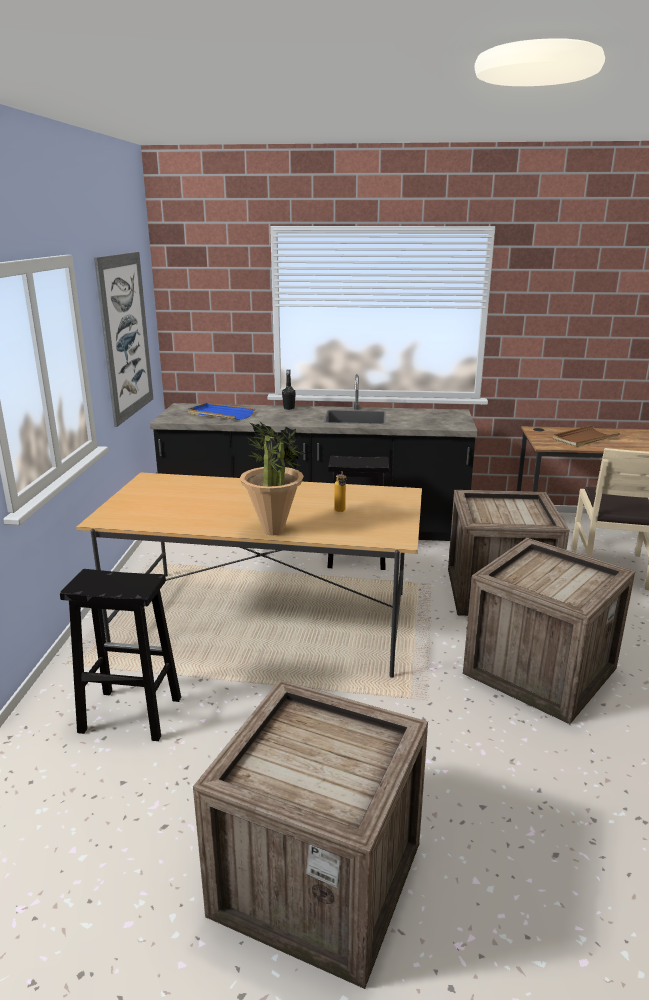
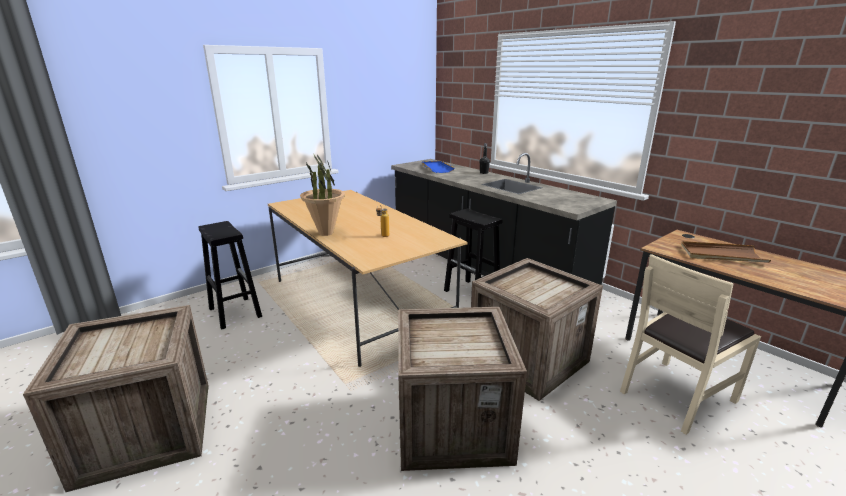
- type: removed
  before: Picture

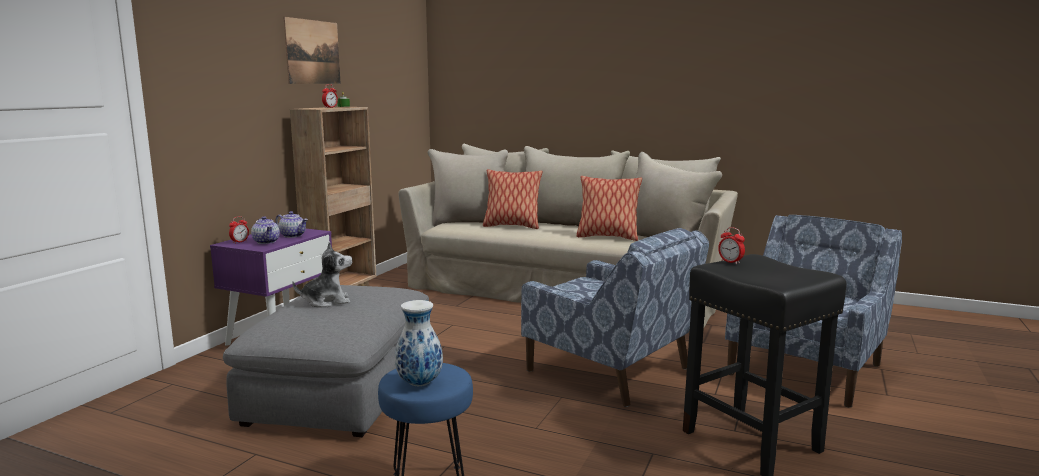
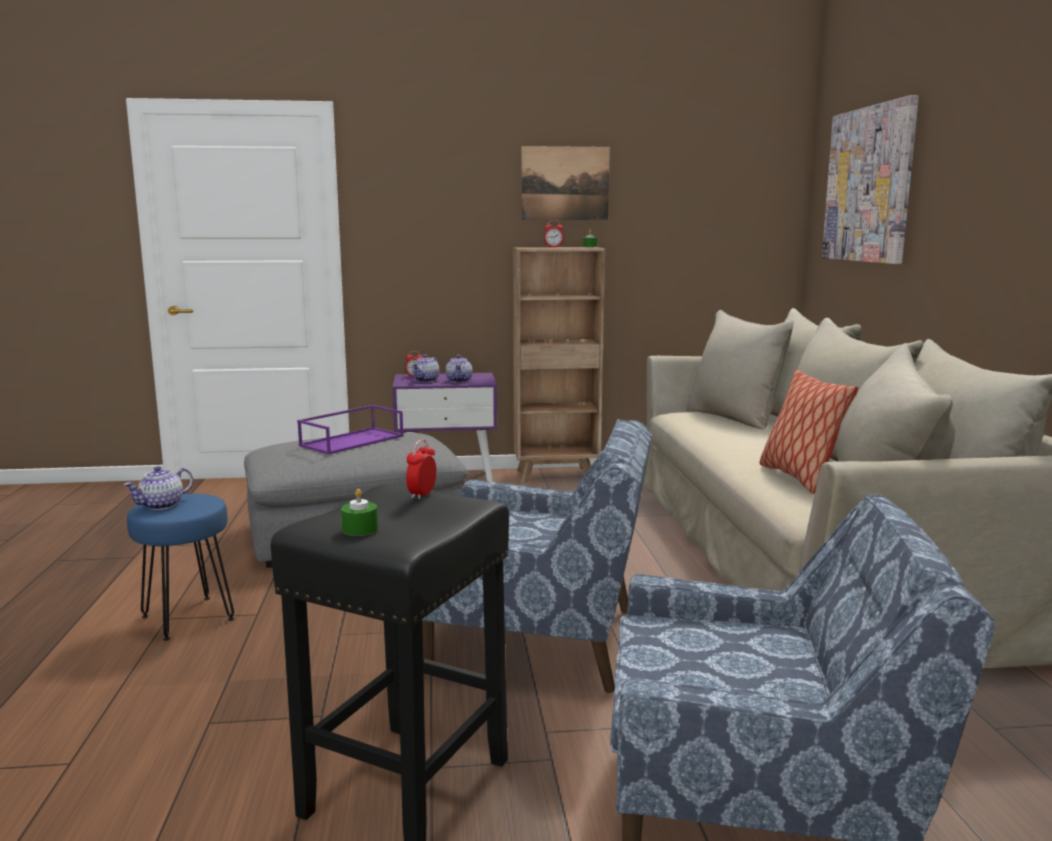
- type: replaced
  before: Vase
  after: Teapot (1st from left)
- type: replaced
  before: PlushToy
  after: PurpleTray
- type: added
  after: GreenCandle (1st from left)
- type: turned
  before: BlueArmchair (1st from left)
  turn: -90
- type: added
  after: Picture (2nd from left)
- type: removed
  before: Pillow (1st from left)

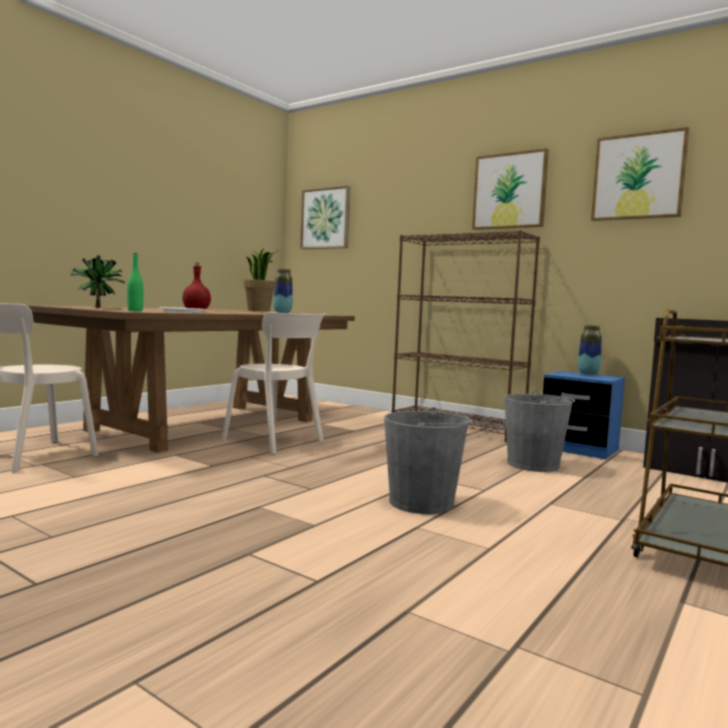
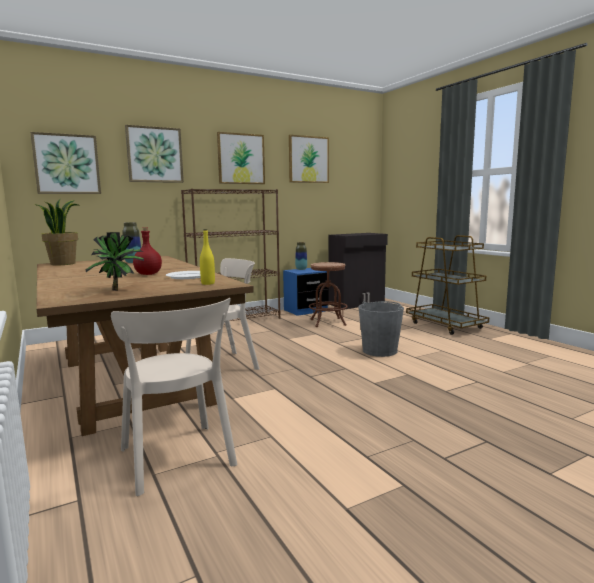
- type: added
  after: Picture (2nd from left)
- type: recoloured
  before: GreenBottle
  after: YellowBottle
- type: replaced
  before: GreyBucket (2nd from left)
  after: BrownStool

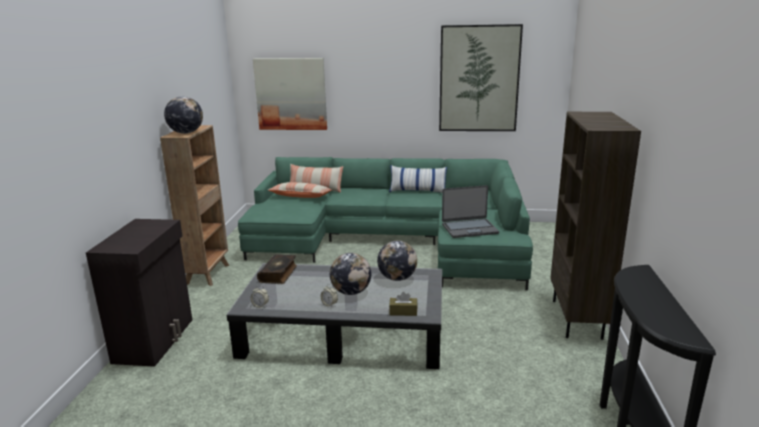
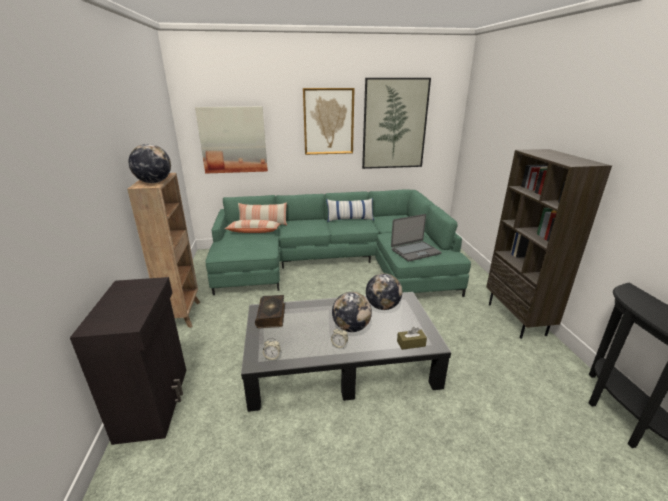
- type: added
  after: Picture (2nd from left)

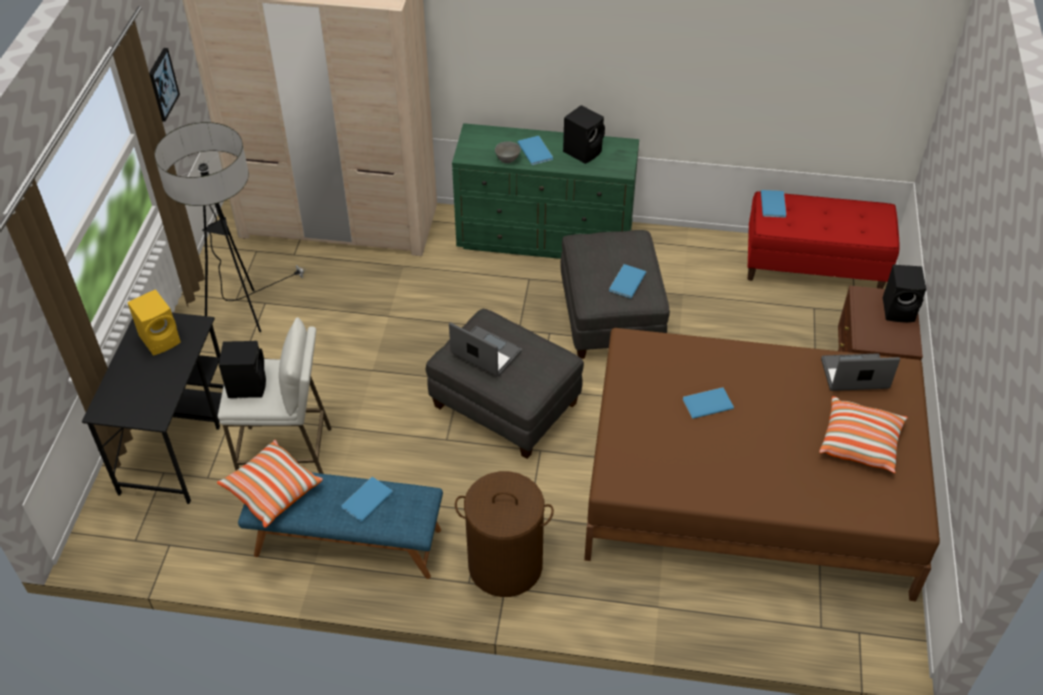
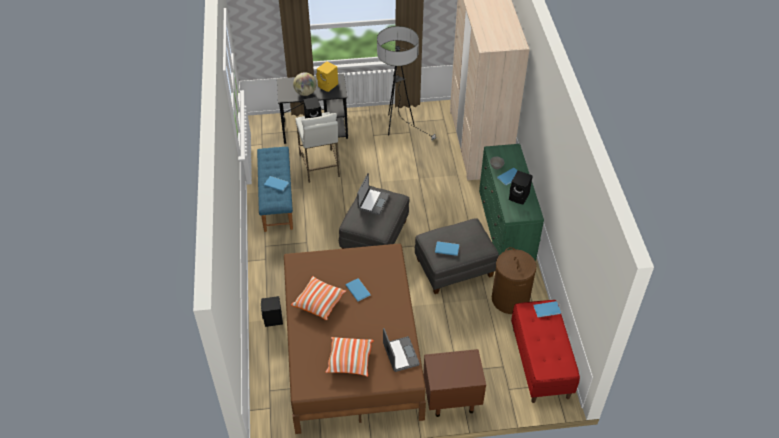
- type: moved
  before: BlackSpeaker (3rd from left in the first image)
  after: BlackSpeaker (1st from left)
- type: moved
  before: Pillow (1st from left)
- type: added
  after: Globe
- type: moved
  before: BrownLaundryBasket
- type: removed
  before: Picture

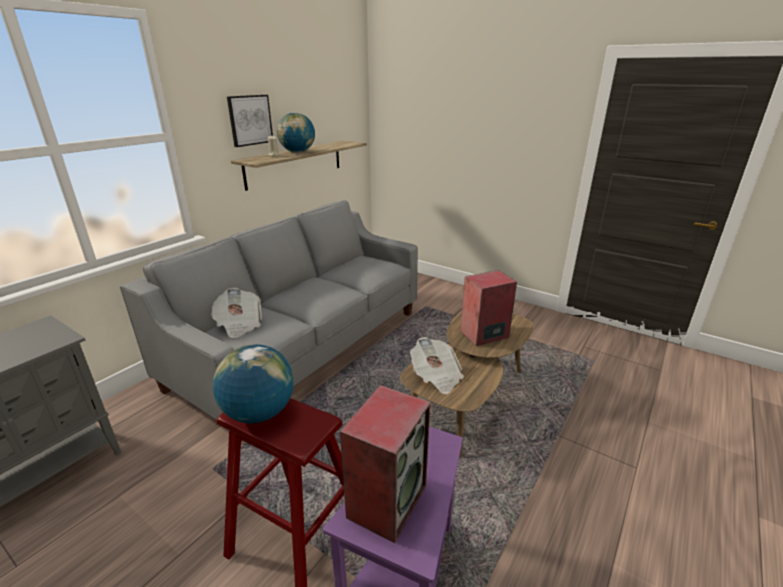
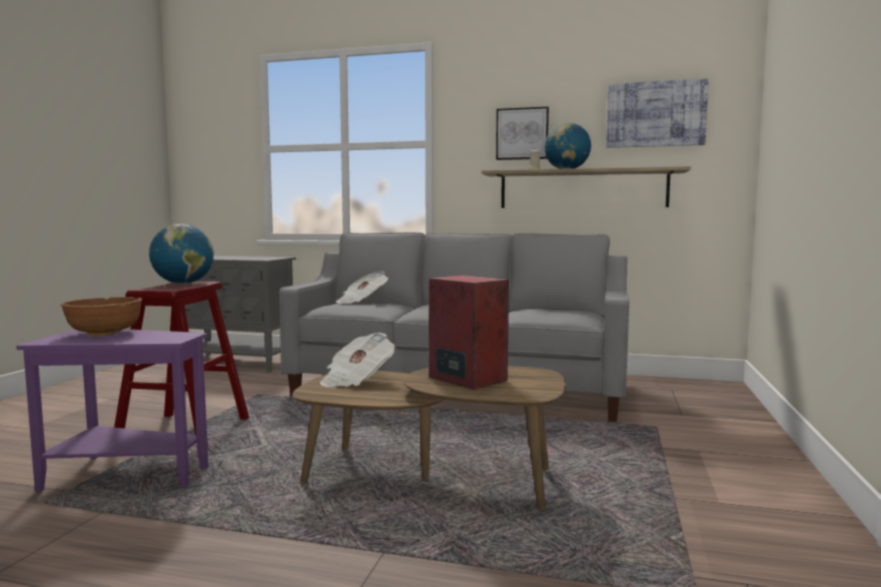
- type: replaced
  before: Speaker (1st from left)
  after: BrownBowl
- type: added
  after: Picture (2nd from left)

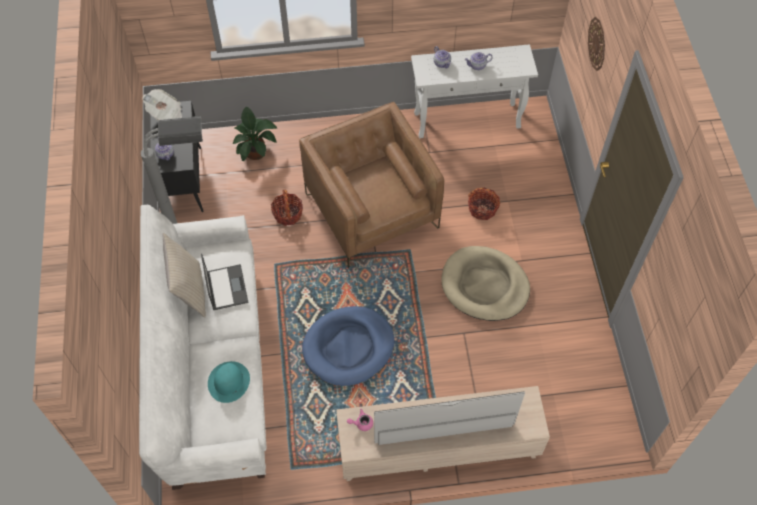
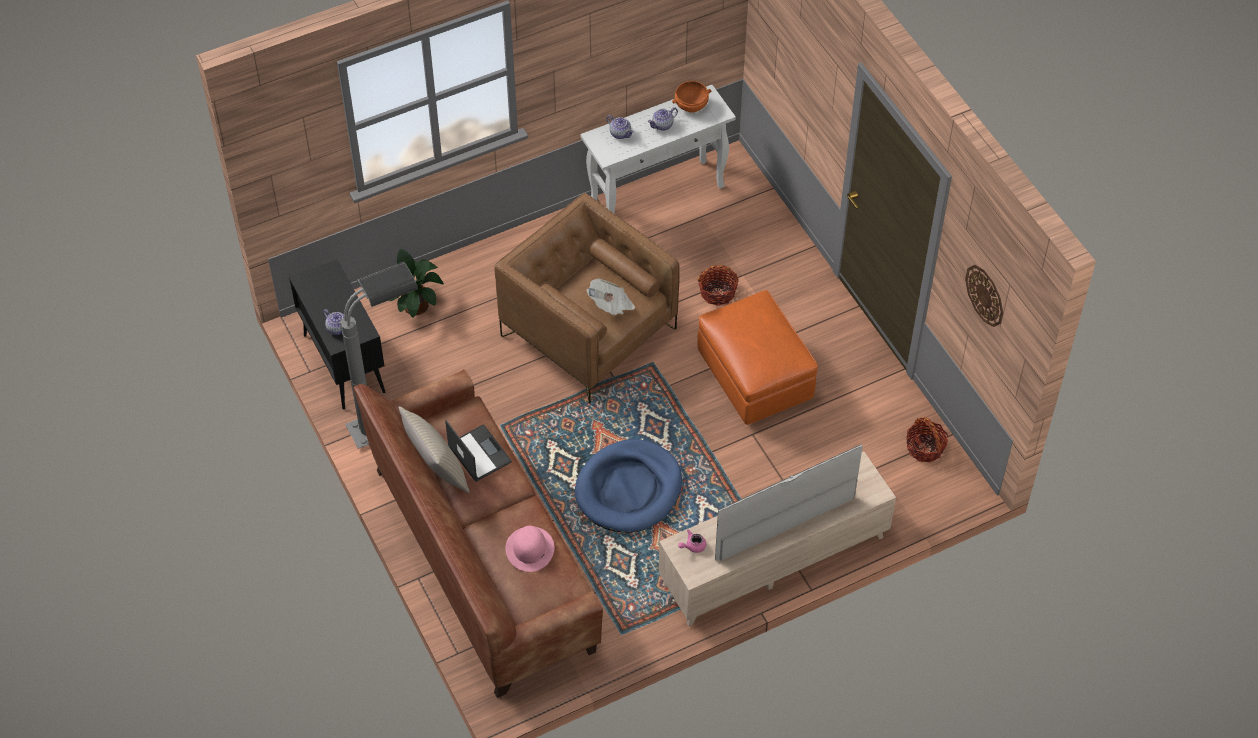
- type: recoloured
  before: WhiteSofa
  after: BrownSofa
- type: recoloured
  before: TurquoiseHat
  after: PinkHat
- type: moved
  before: Newspaper
- type: added
  after: OrangeBowl
- type: replaced
  before: BeigeDogBed
  after: OrangeOttoman
- type: moved
  before: Basket (1st from left in the first image)
  after: Basket (2nd from left)
- type: moved
  before: WallClock

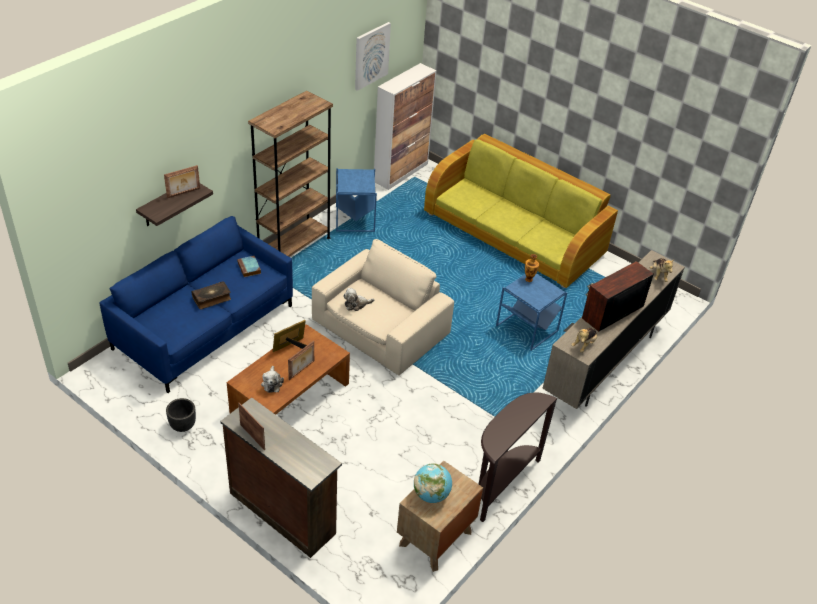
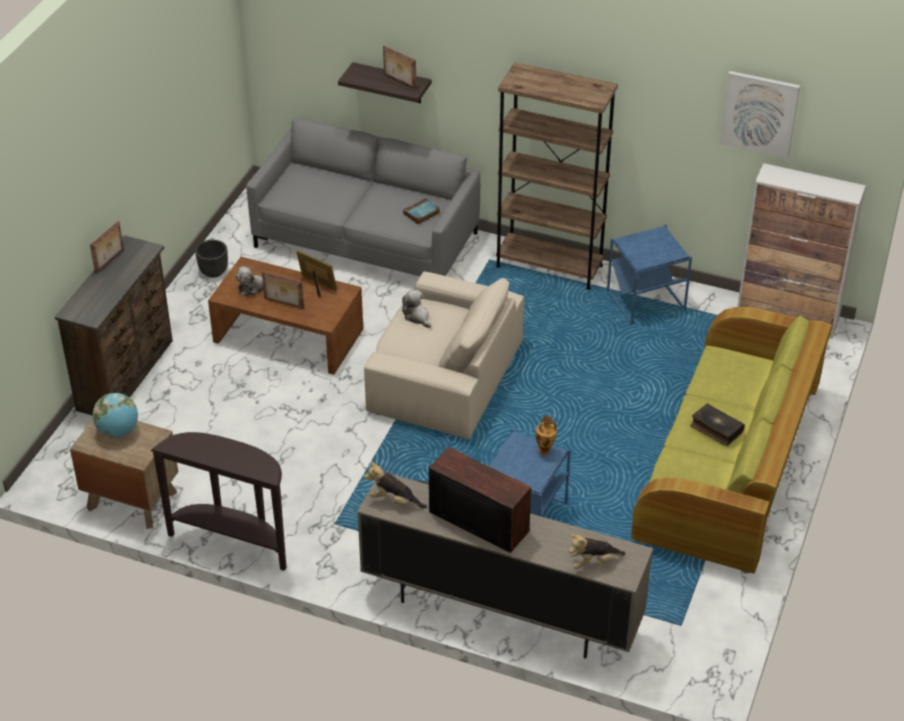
- type: recoloured
  before: BlueSofa
  after: GreySofa
- type: moved
  before: Book (1st from left in the first image)
  after: Book (2nd from left)

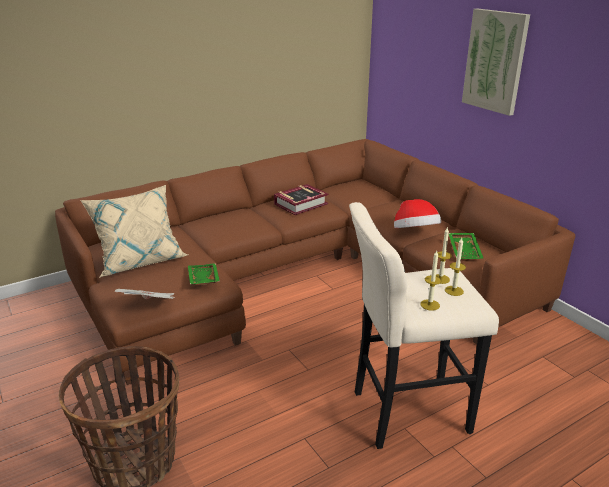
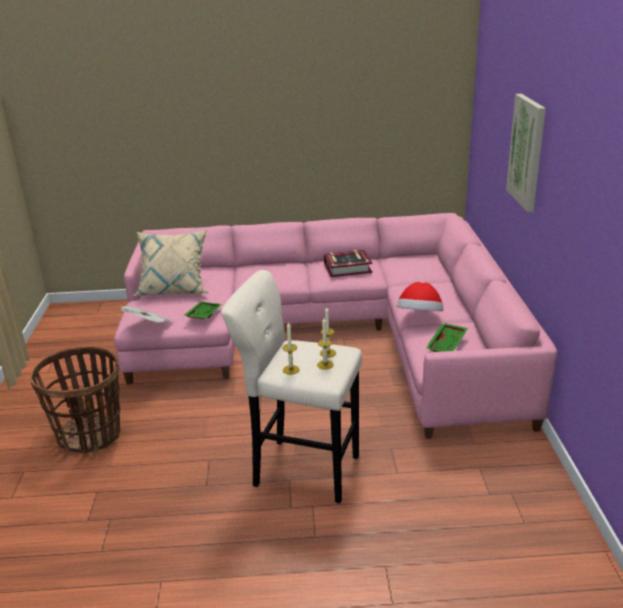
- type: recoloured
  before: BrownSofa
  after: PinkSofa

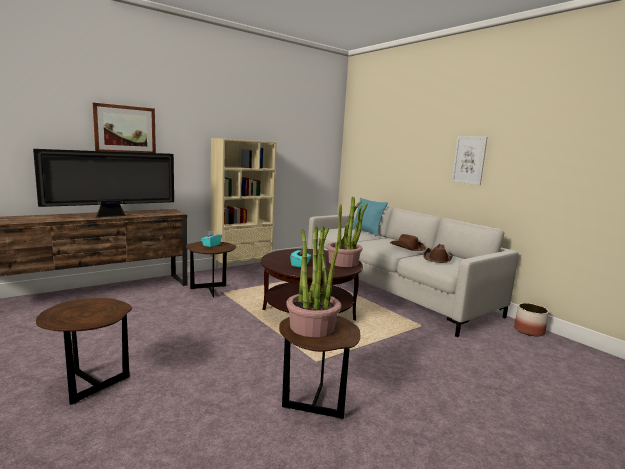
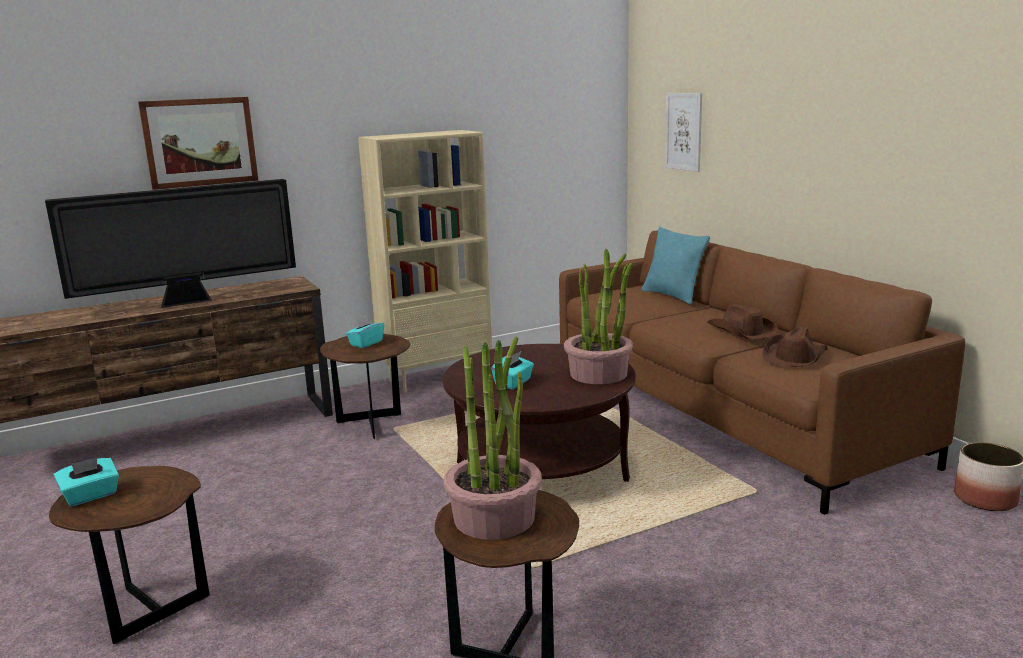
- type: added
  after: TurquoiseTissueBox (1st from left)
- type: recoloured
  before: GreySofa
  after: BrownSofa
- type: moved
  before: Picture (2nd from left)

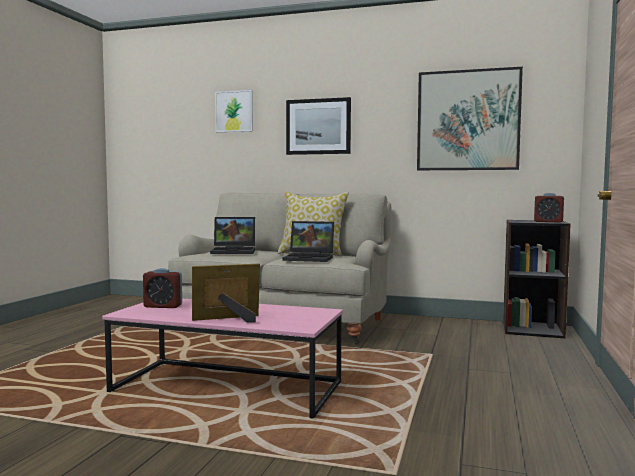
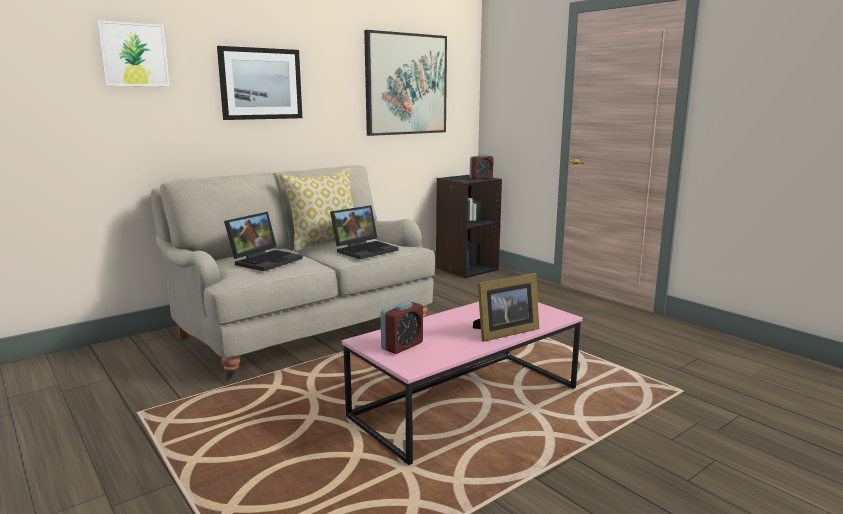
- type: turned
  before: PictureFrame
  turn: -135

